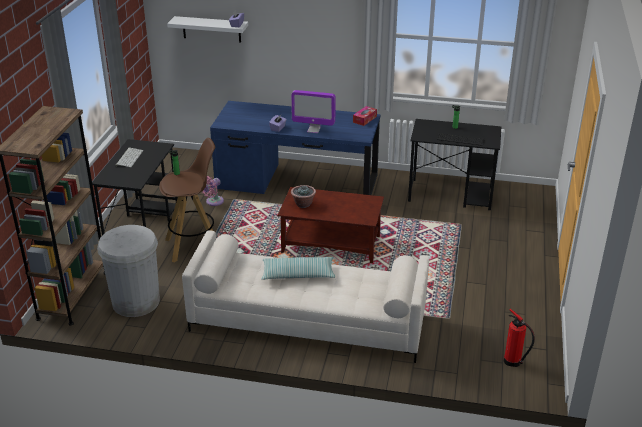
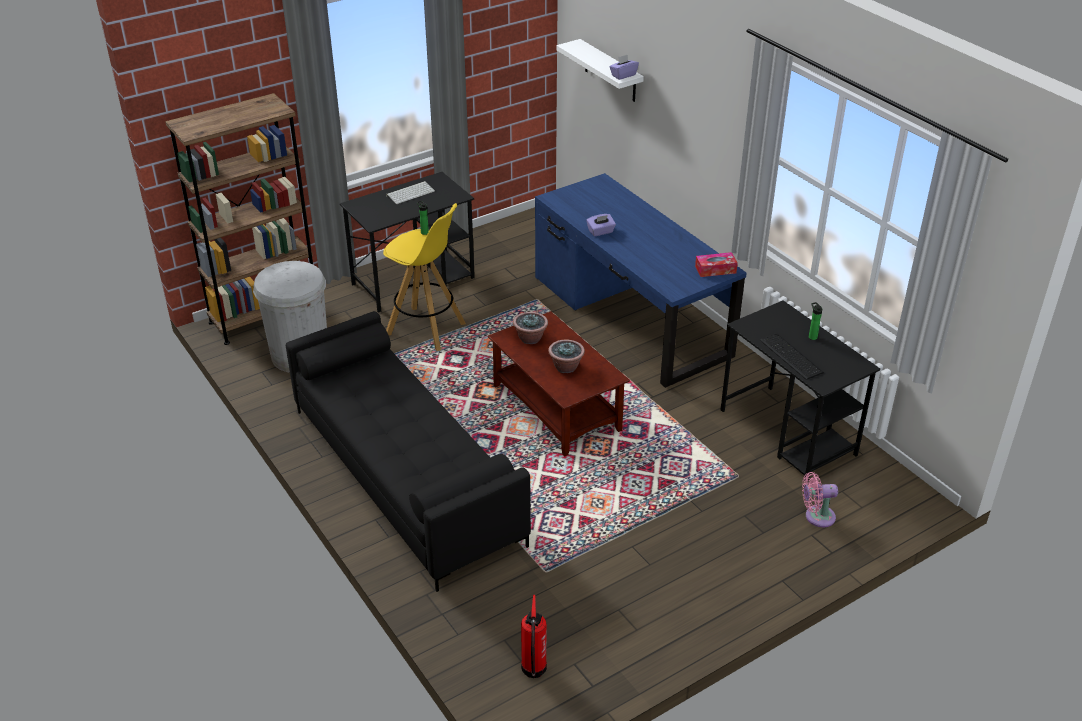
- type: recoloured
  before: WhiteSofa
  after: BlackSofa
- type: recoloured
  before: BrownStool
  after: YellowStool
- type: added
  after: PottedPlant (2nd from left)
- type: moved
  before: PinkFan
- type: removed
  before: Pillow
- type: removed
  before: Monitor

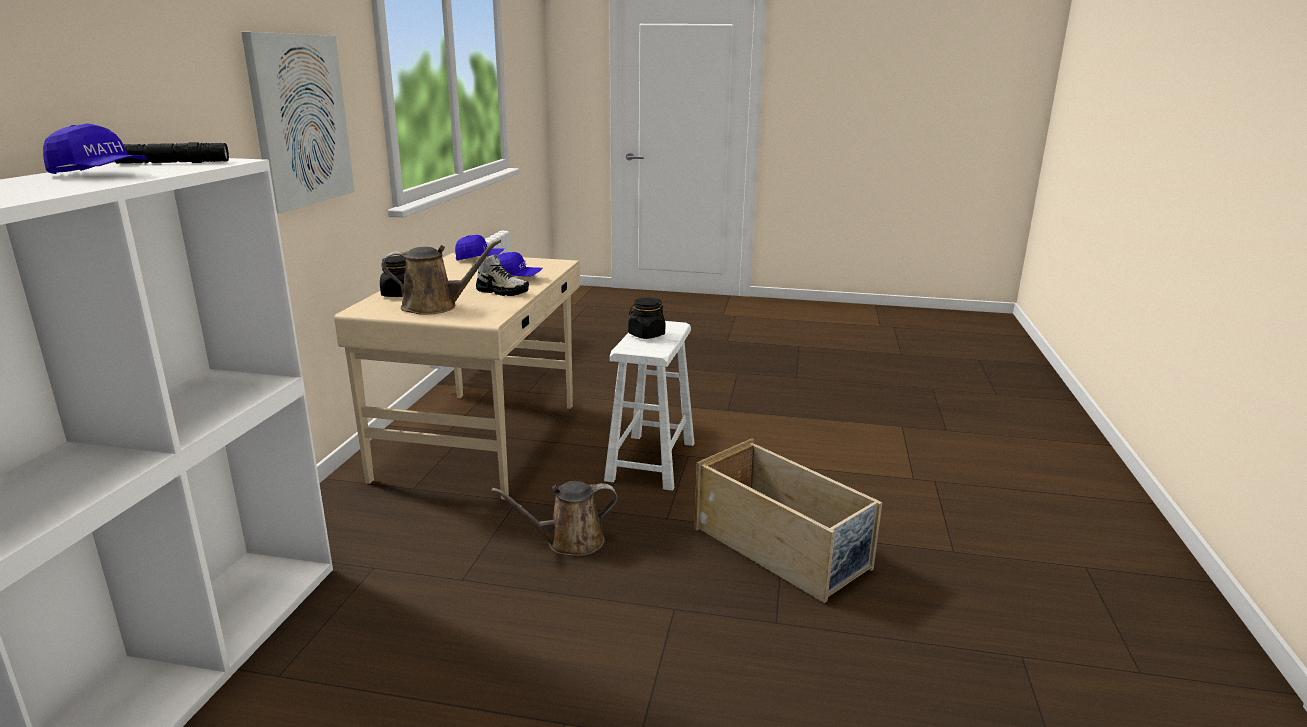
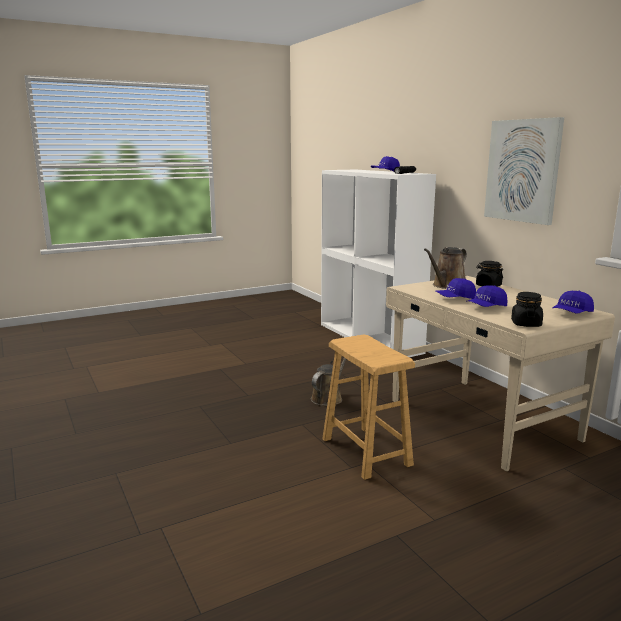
- type: recoloured
  before: WhiteStool
  after: BrownStool
- type: replaced
  before: Shoe
  after: BlueCap (2nd from left)
- type: moved
  before: BlackJar (2nd from left)
- type: removed
  before: BeigeStorageBox

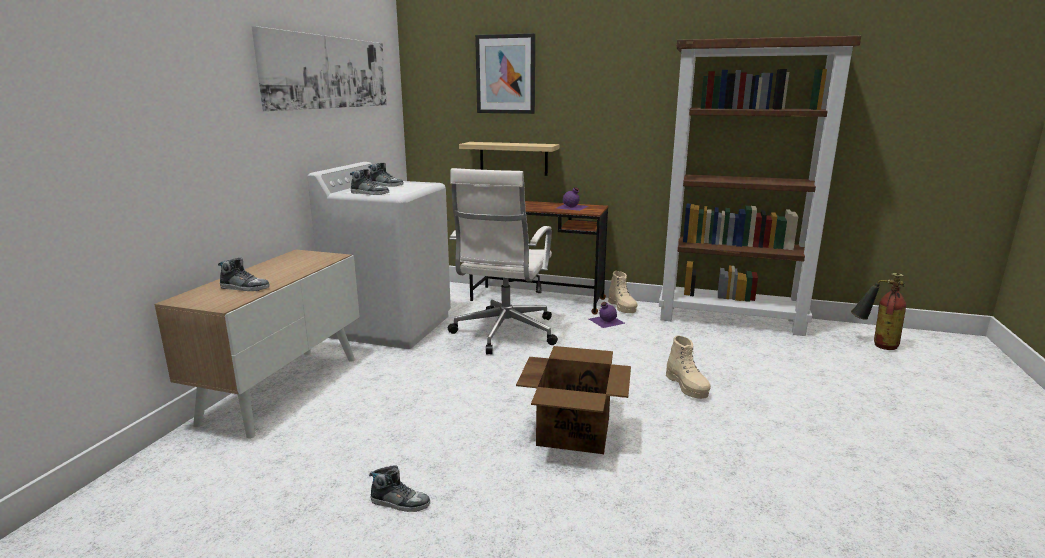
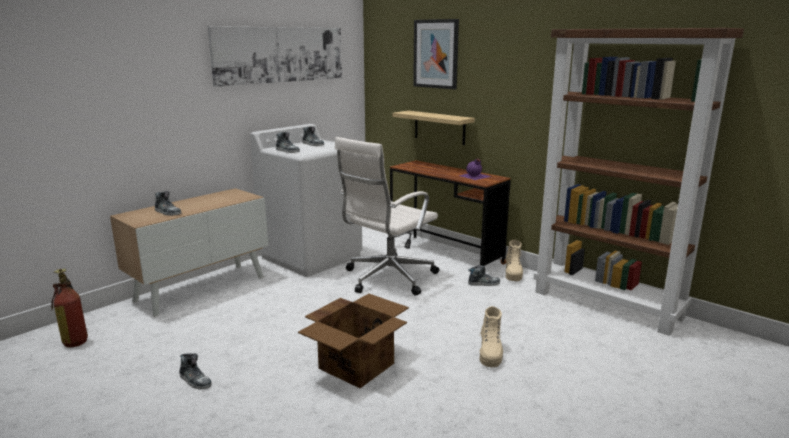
- type: moved
  before: FireExtinguisher
- type: replaced
  before: PurpleBottle (2nd from left)
  after: Shoe (5th from left)

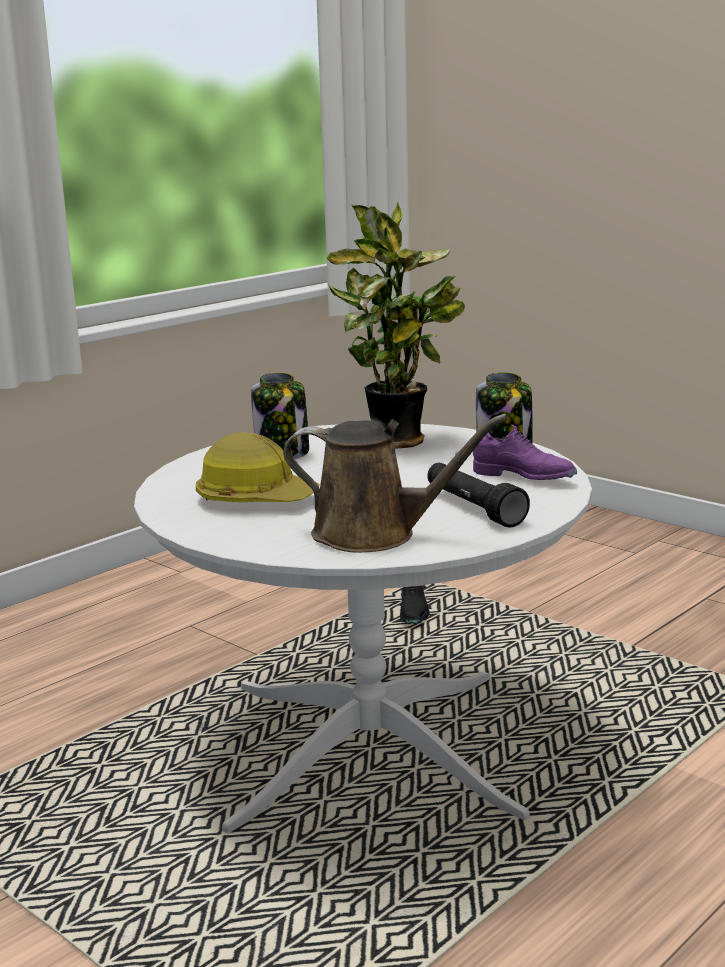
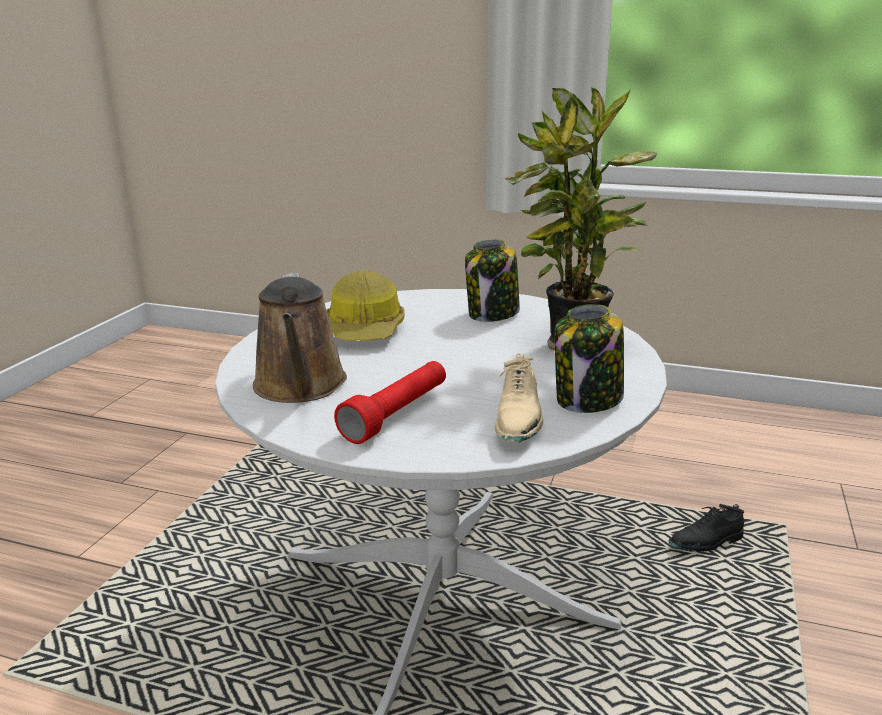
- type: recoloured
  before: BlackFlashlight
  after: RedFlashlight
- type: recoloured
  before: PurpleShoe
  after: BeigeShoe

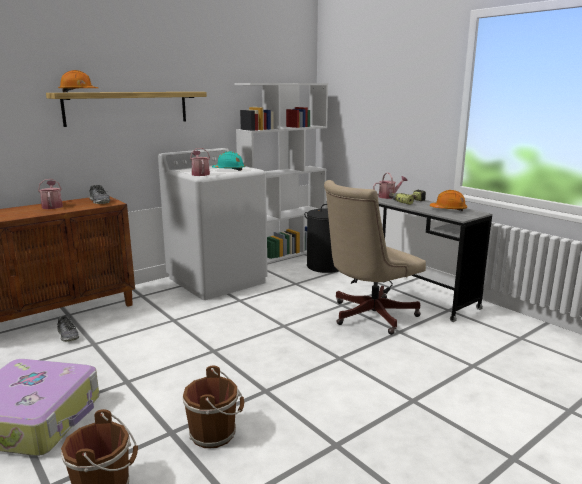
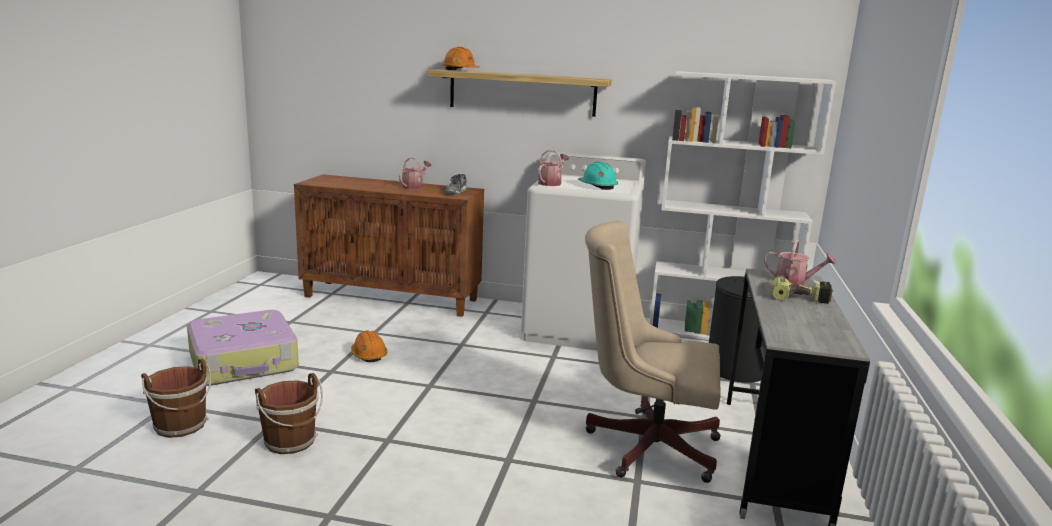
- type: moved
  before: OrangeHardHat (2nd from left in the first image)
  after: OrangeHardHat (1st from left)
- type: removed
  before: Shoe (1st from left)

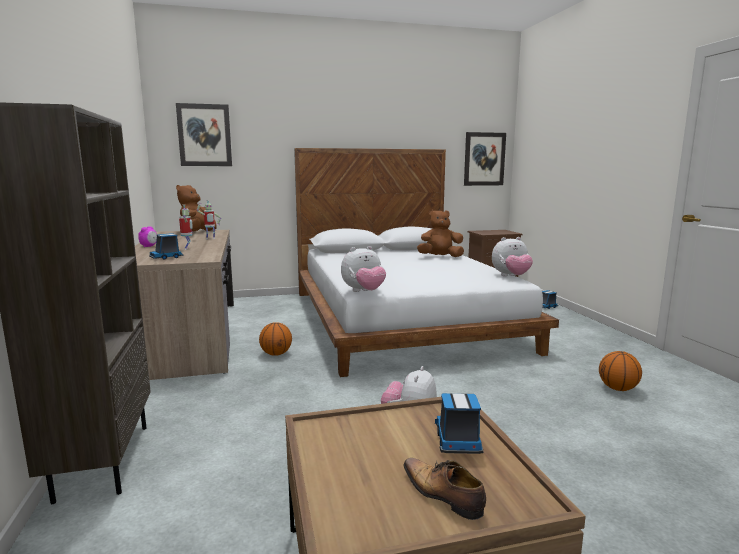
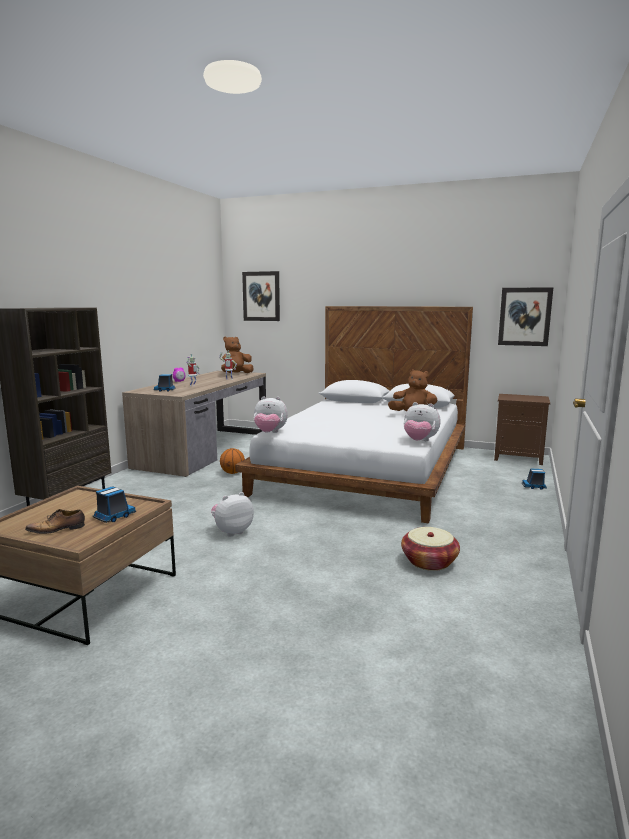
- type: turned
  before: Shoe
  turn: -105
- type: replaced
  before: Basketball (2nd from left)
  after: Basket

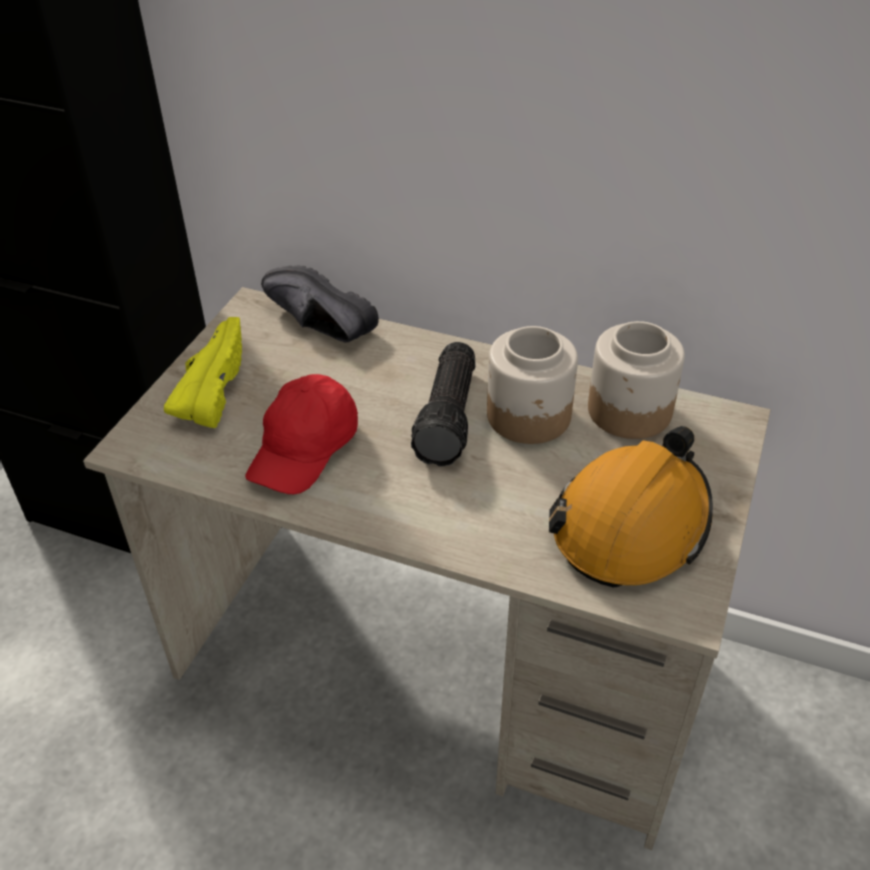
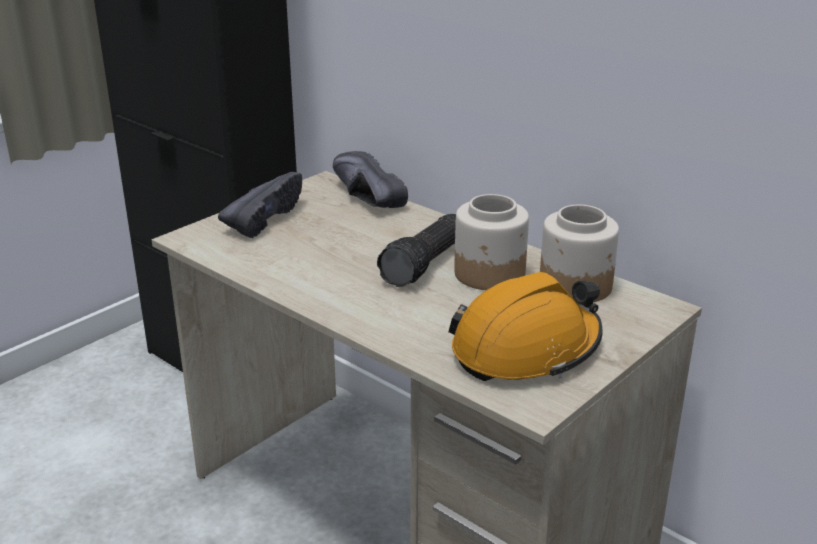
- type: recoloured
  before: YellowShoe
  after: BlackShoe (1st from left)
- type: removed
  before: RedCap

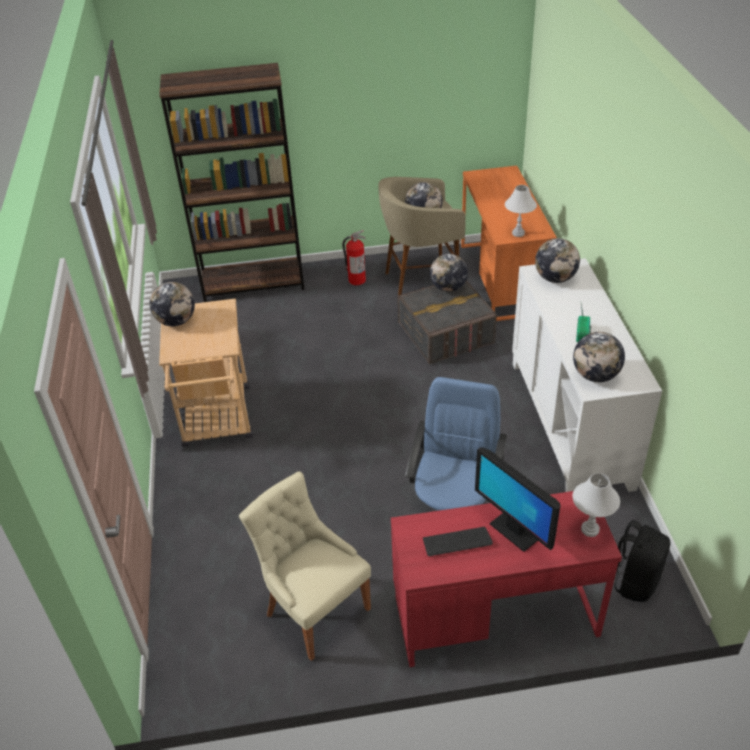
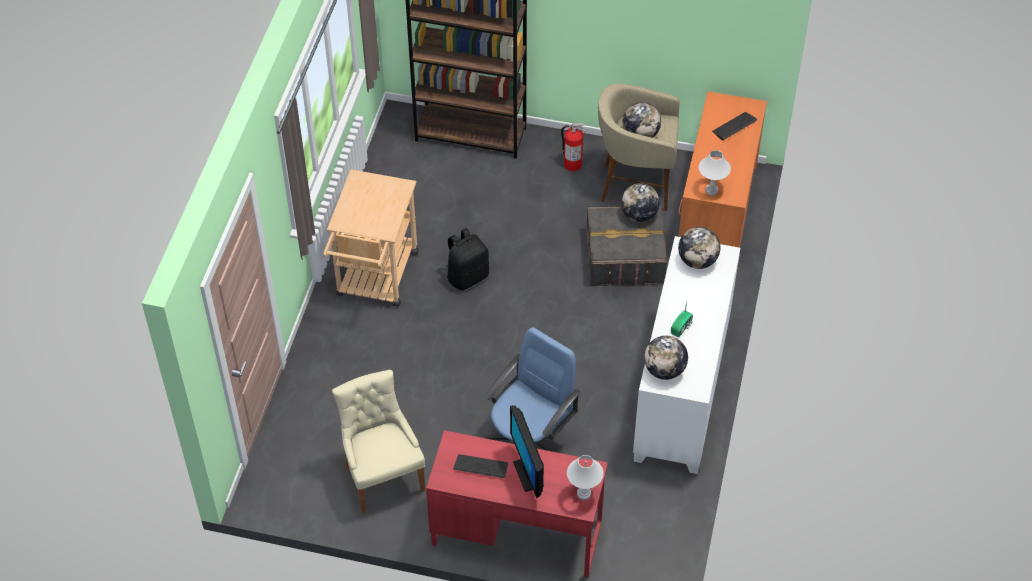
- type: moved
  before: BlackBackpack
- type: added
  after: Keyboard (2nd from left)
- type: removed
  before: Globe (1st from left)

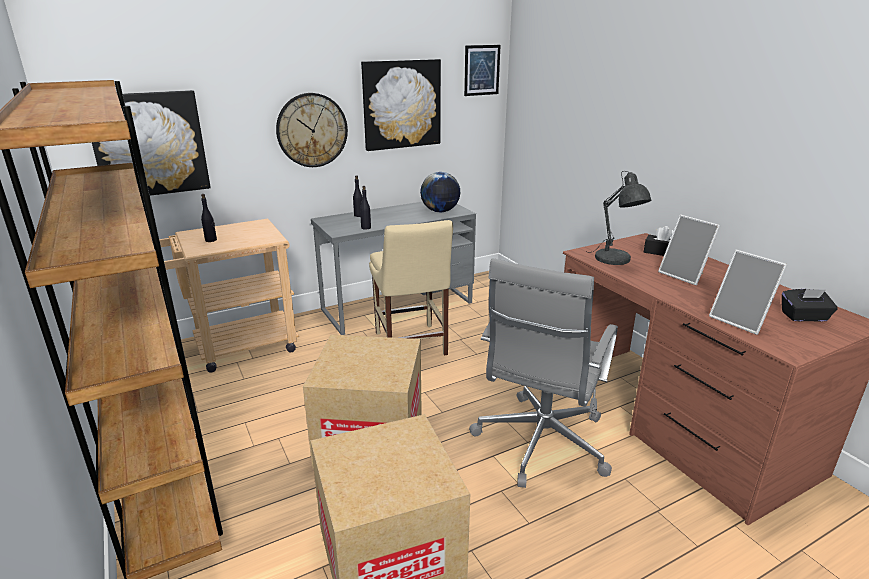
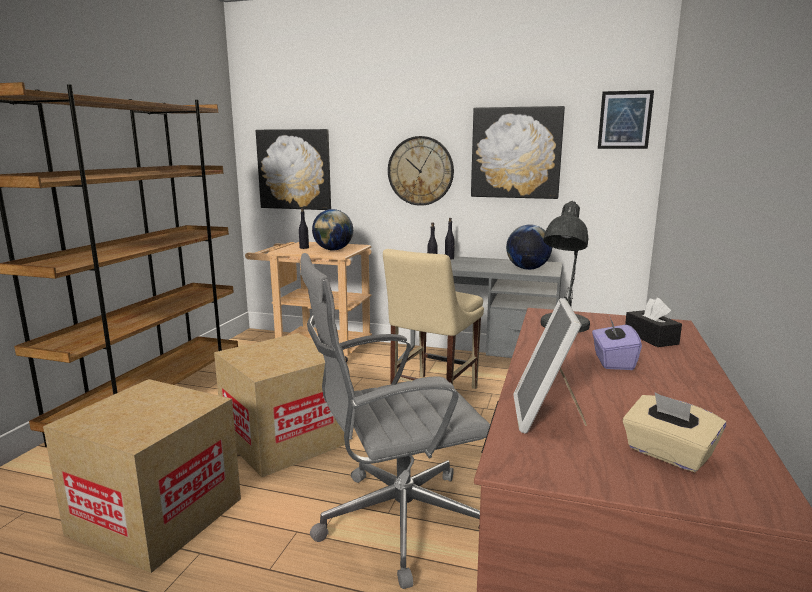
- type: added
  after: Globe (1st from left)
- type: replaced
  before: PictureFrame (1st from left)
  after: PurpleTissueBox
- type: recoloured
  before: BlackTissueBox (2nd from left)
  after: BeigeTissueBox

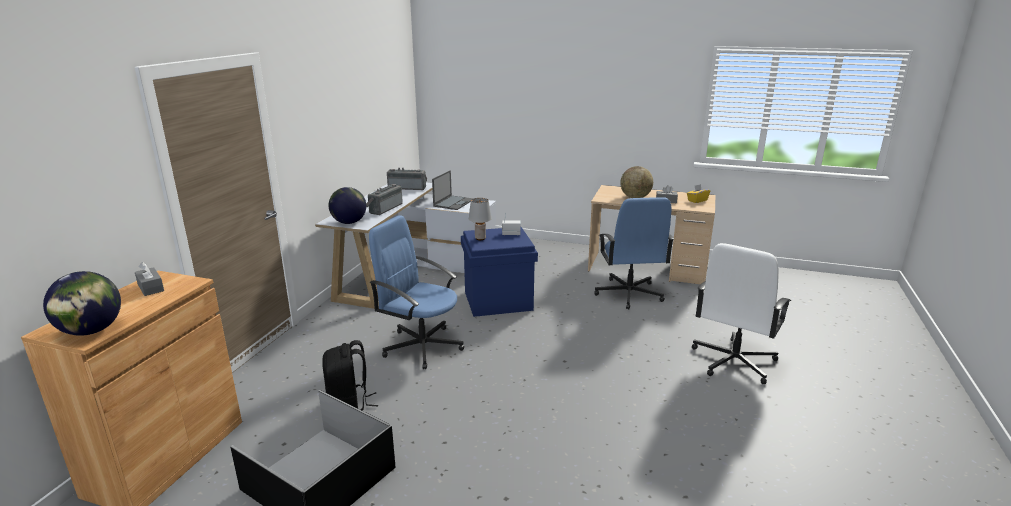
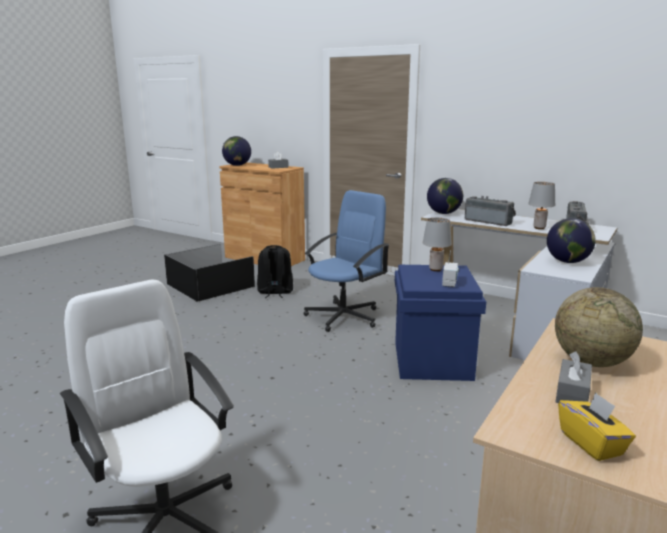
- type: added
  after: GreyTableLamp (2nd from left)
- type: replaced
  before: Laptop
  after: Globe (3rd from left)
- type: removed
  before: BlueOfficeChair (2nd from left)

